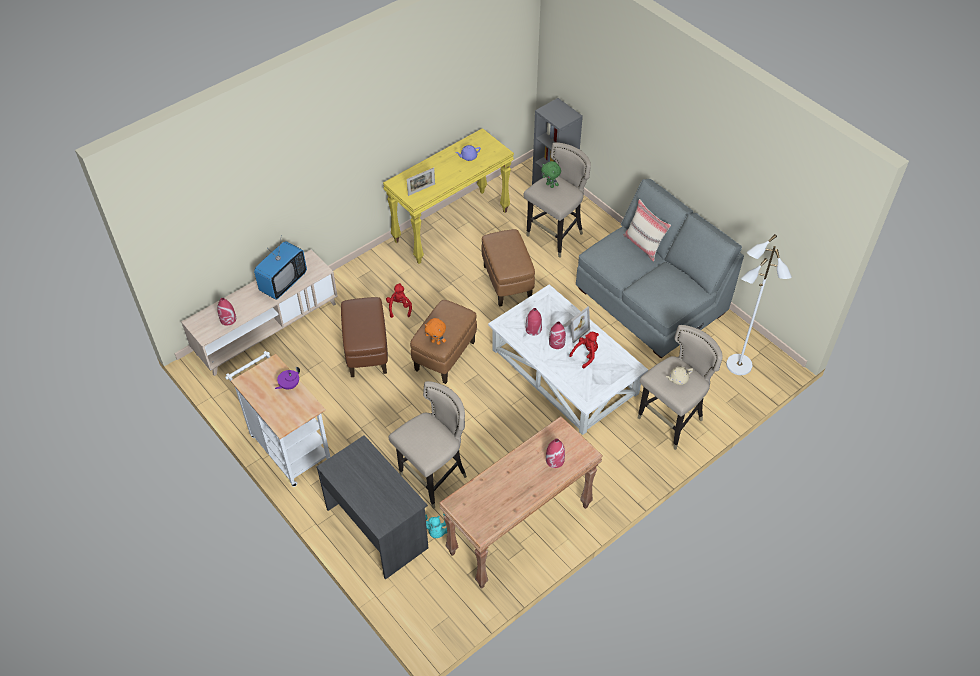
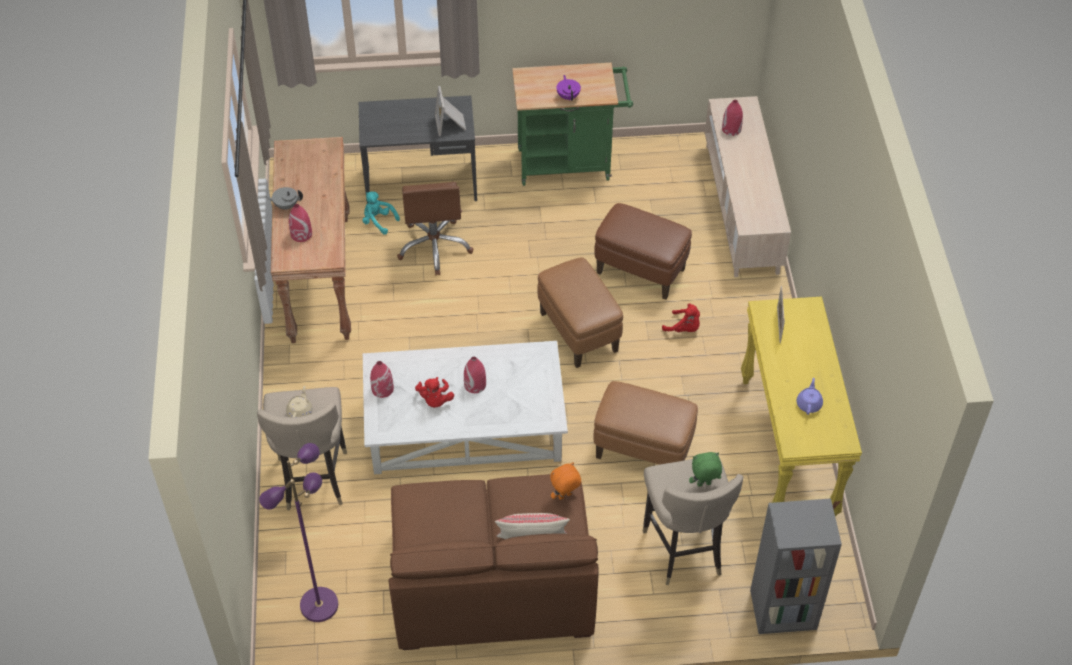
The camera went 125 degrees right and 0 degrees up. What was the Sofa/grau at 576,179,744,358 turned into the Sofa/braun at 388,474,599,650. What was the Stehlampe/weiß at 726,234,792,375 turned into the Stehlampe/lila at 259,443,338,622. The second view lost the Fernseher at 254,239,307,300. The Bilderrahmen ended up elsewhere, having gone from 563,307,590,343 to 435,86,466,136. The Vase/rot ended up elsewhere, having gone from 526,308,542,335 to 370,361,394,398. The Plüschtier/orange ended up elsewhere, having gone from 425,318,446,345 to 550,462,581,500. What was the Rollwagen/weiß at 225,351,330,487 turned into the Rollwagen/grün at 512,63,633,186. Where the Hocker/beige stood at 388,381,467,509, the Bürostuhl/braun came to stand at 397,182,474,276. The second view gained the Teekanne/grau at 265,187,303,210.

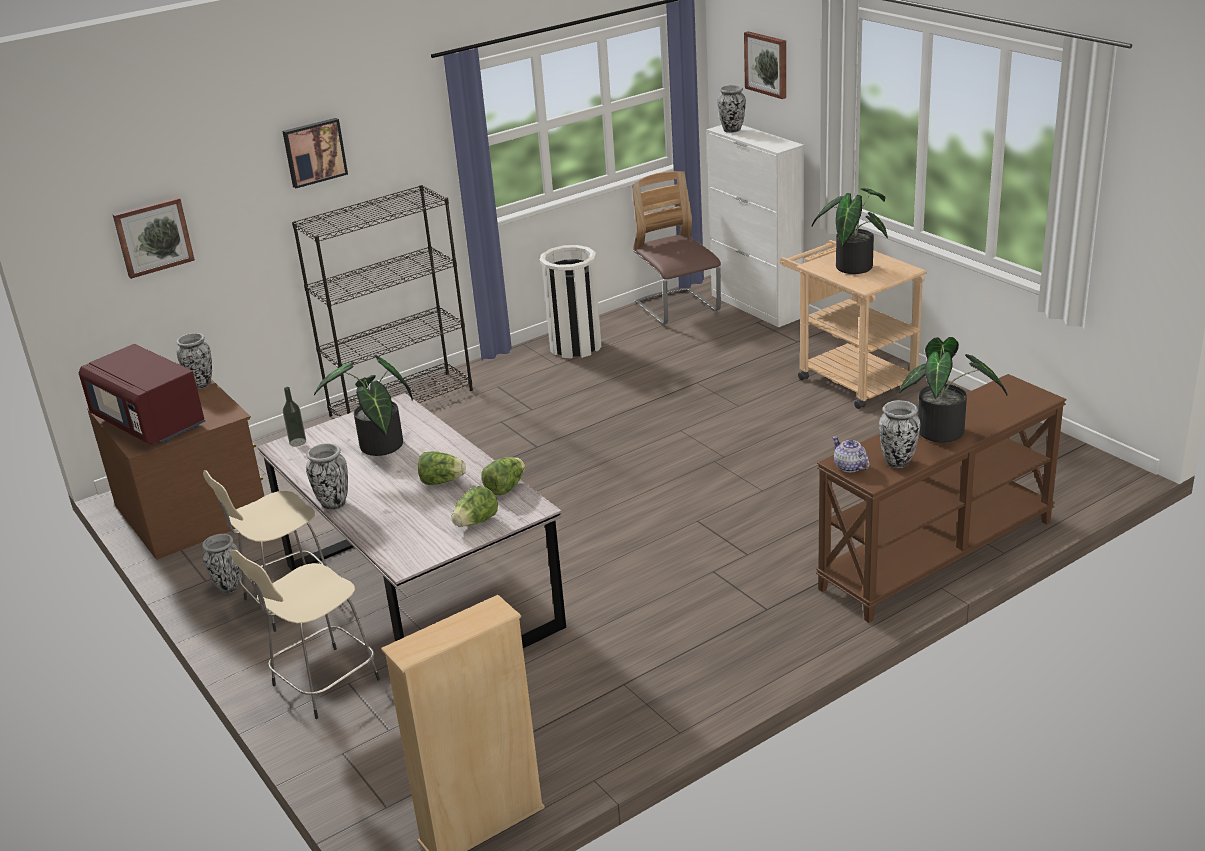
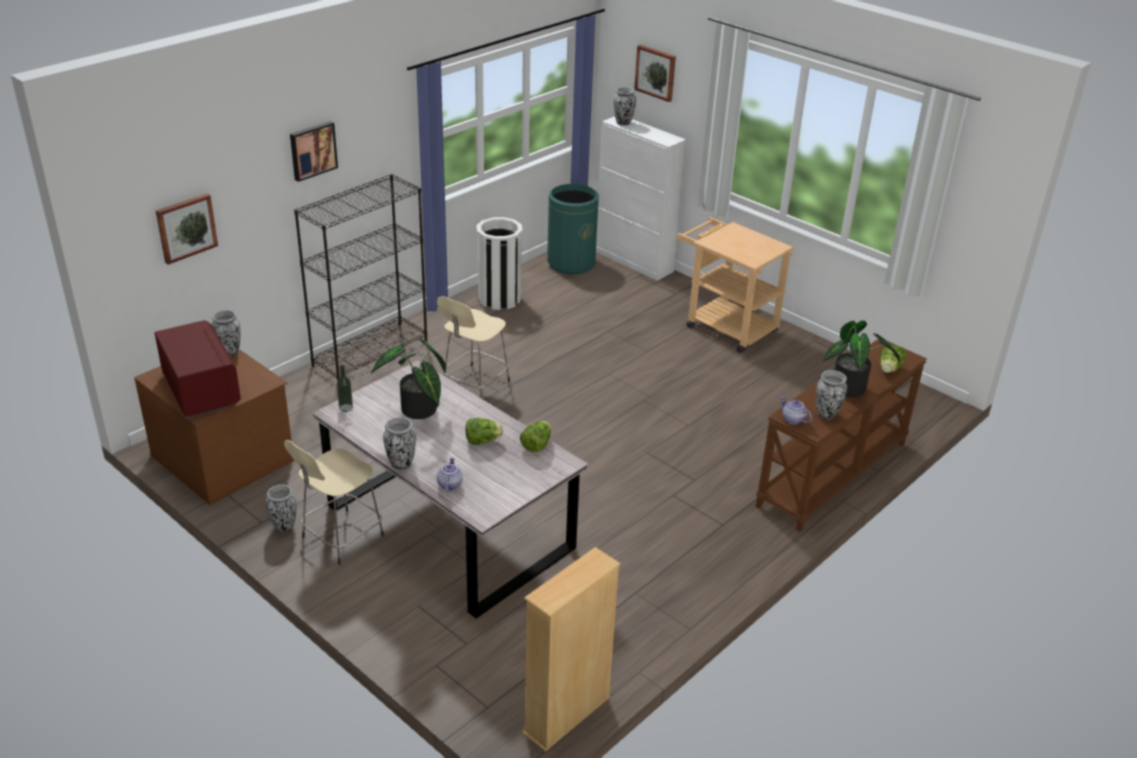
The camera went 15 degrees left and 5 degrees up. Where the Stuhl stood at 632,171,721,324, the Mülleimer/grün came to stand at 547,184,599,274. The second view lost the Topfpflanze at 812,188,888,274. The Mikrowelle/rot at 79,344,205,444 ended up facing another way, 150 degrees counterclockwise from before. The Salatkopf ended up elsewhere, having gone from 452,486,498,527 to 880,345,906,373. The Hocker/beige ended up elsewhere, having gone from 231,550,380,719 to 437,296,510,399. The second view gained the Teekanne at 437,457,463,492.

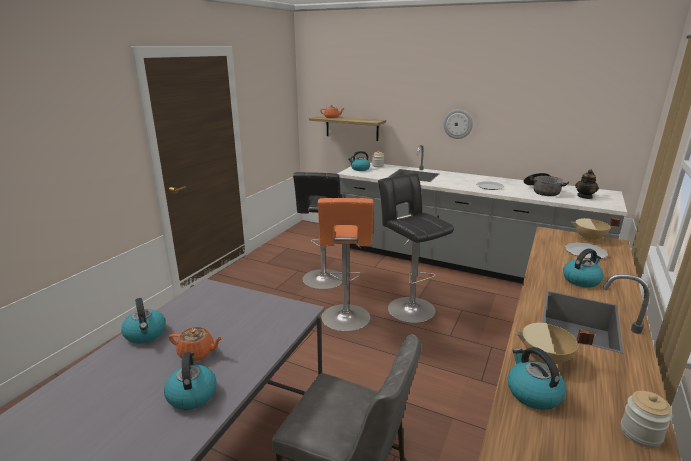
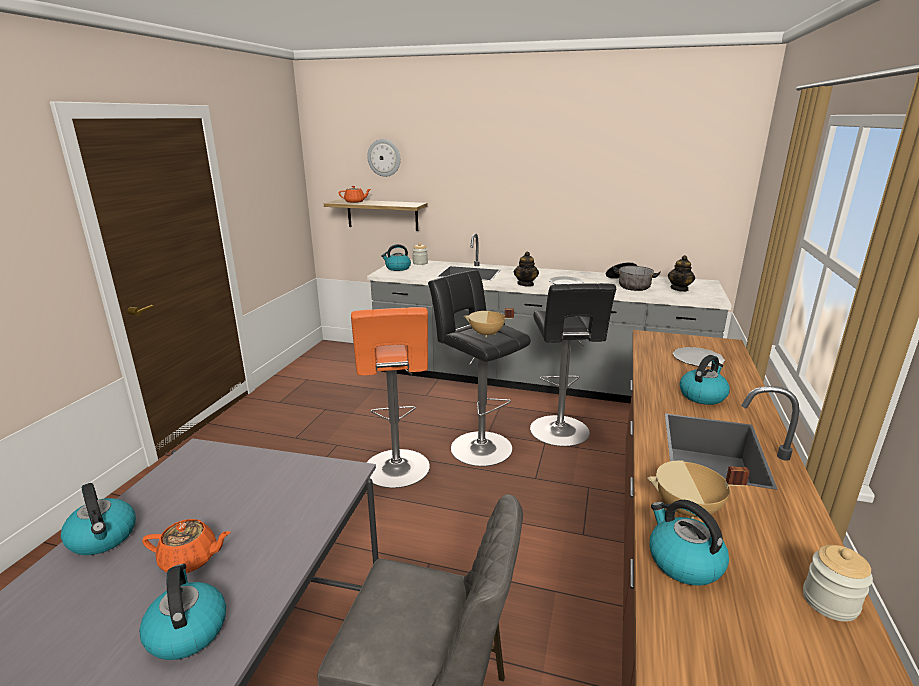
The camera went 10 degrees left and 0 degrees up. The Wanduhr ended up elsewhere, having gone from 444,109,473,139 to 367,139,401,177. The Hocker/schwarz ended up elsewhere, having gone from 293,172,346,289 to 530,283,616,447. The Kochtopf/beige ended up elsewhere, having gone from 571,218,621,242 to 464,308,514,338. The second view gained the Teekanne at 514,251,539,287.

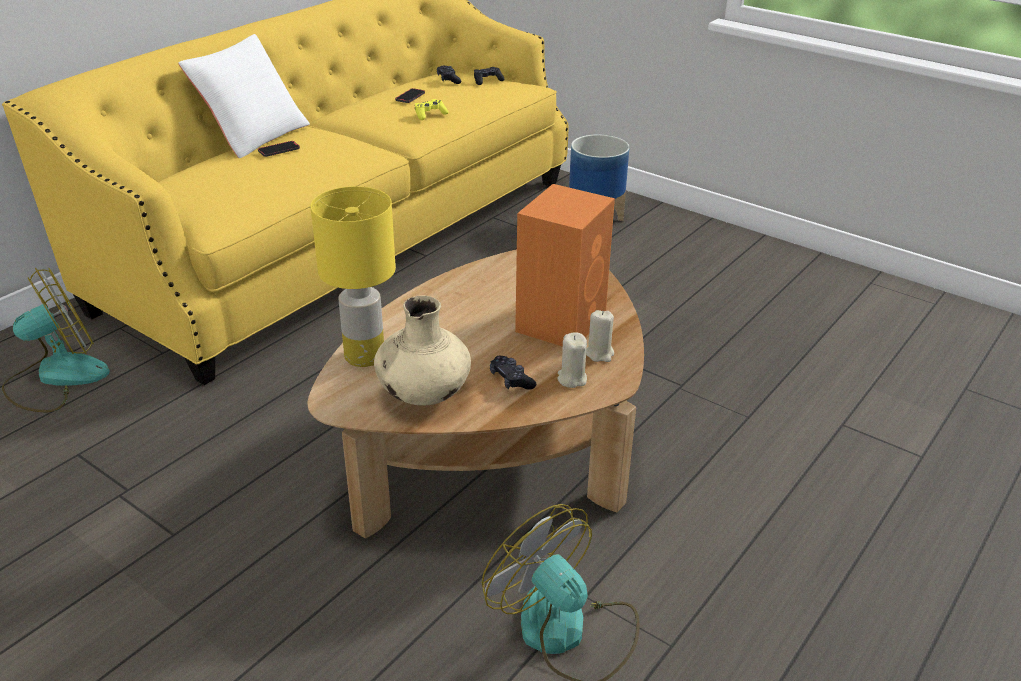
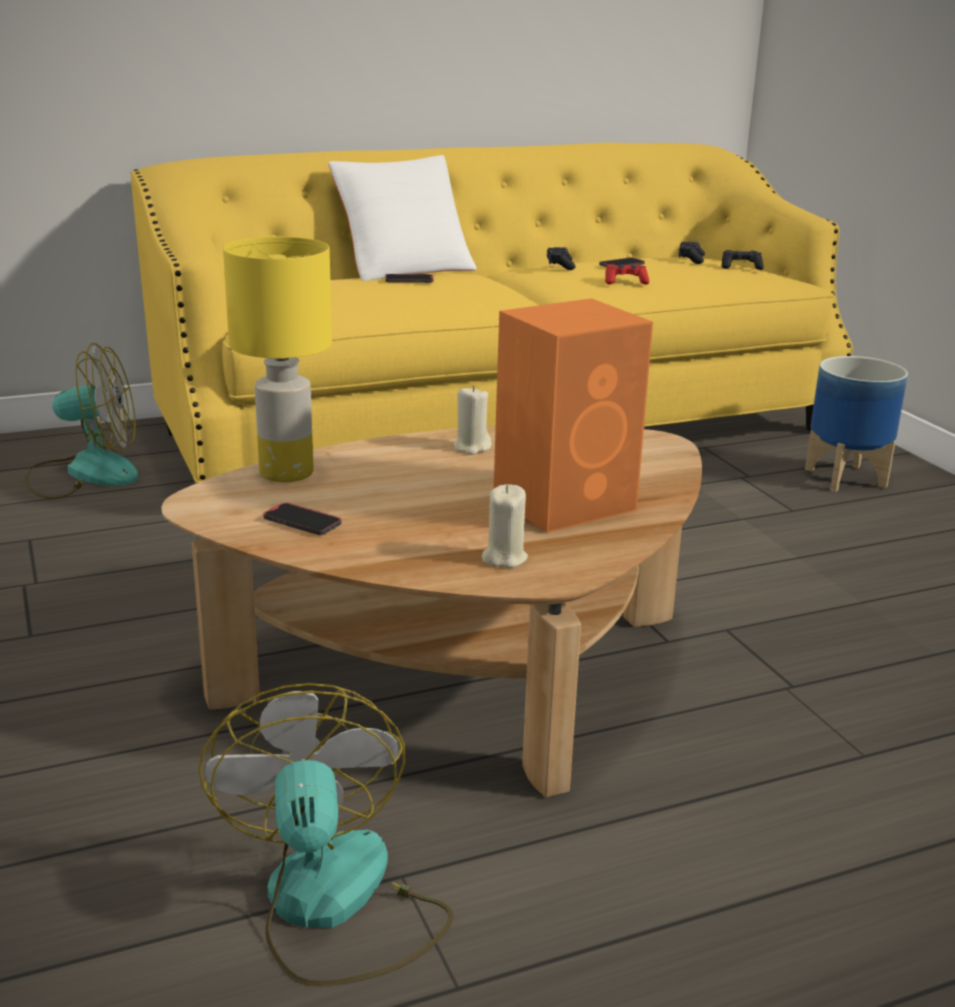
The camera went 30 degrees right and 10 degrees down. What was the Gamepad/gelb at 415,99,448,120 turned into the Gamepad/rot at 605,264,649,284. Where the Vase/beige stood at 374,295,471,405, the Handy came to stand at 263,502,342,535. The Kerze/beige ended up elsewhere, having gone from 586,310,614,362 to 454,386,492,455. The Gamepad/schwarz ended up elsewhere, having gone from 490,356,536,390 to 547,247,576,270.

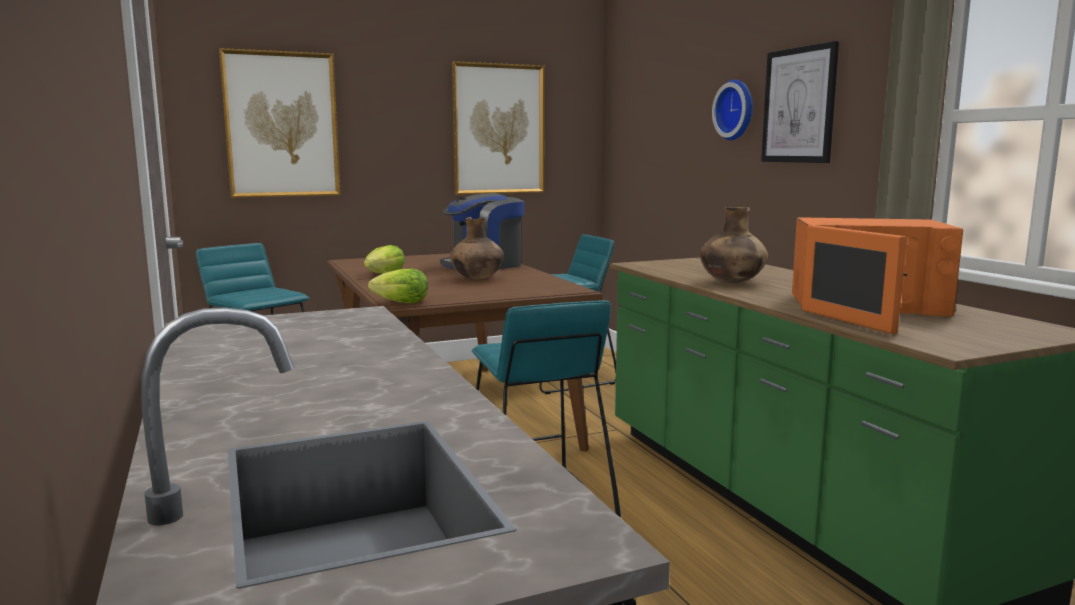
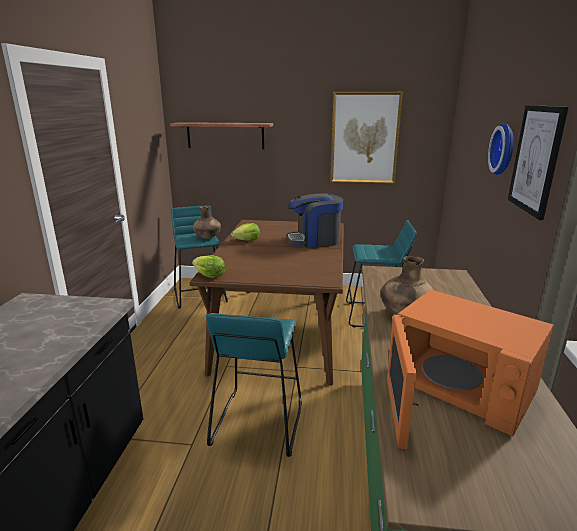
The camera went 30 degrees right and 10 degrees up. Where the Bild hung at 219,48,341,198, the Wandregal came to hang at 170,122,273,149. The Vase/braun ended up elsewhere, having gone from 450,217,504,279 to 193,206,221,239.

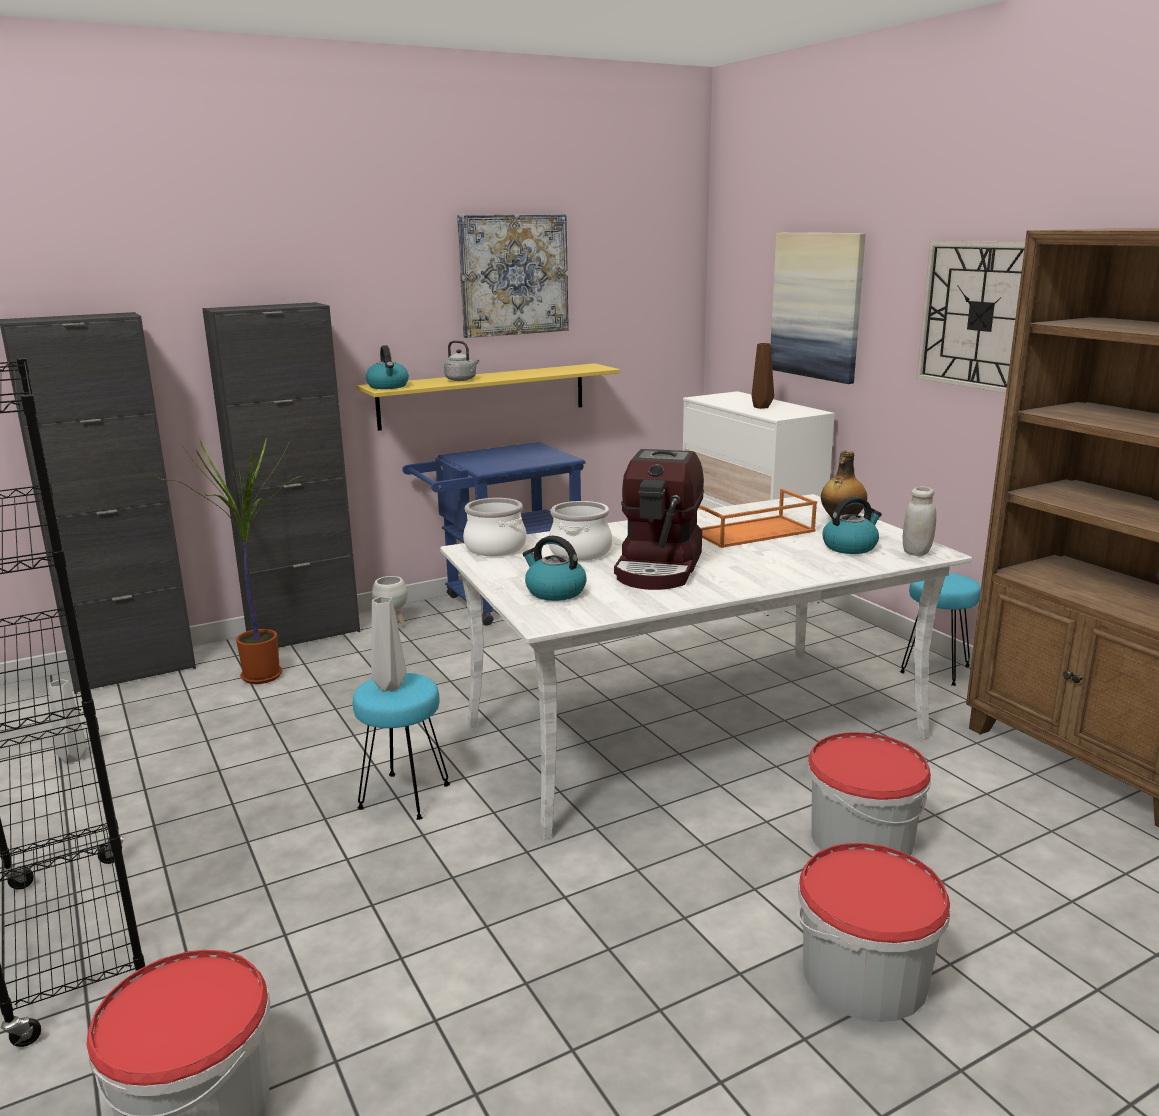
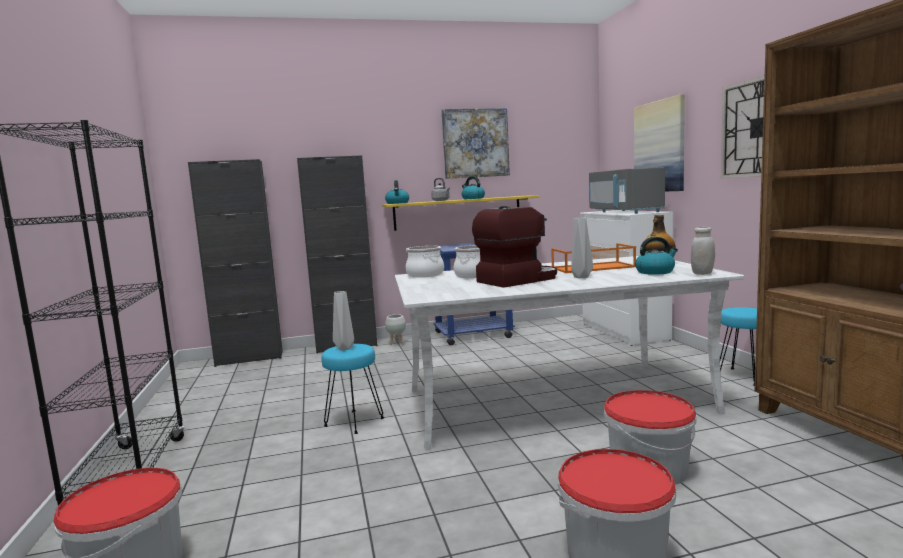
The camera went 15 degrees right and 10 degrees down. Where the Vase/braun stood at 752,343,774,409, the Mikrowelle/grau came to stand at 589,167,665,214. The second view lost the Topfpflanze at 155,437,301,684. The Kaffeemaschine at 614,449,704,590 ended up facing another way, 150 degrees counterclockwise from before. The Wasserkessel ended up elsewhere, having gone from 522,536,587,601 to 462,176,485,199. The Vase/grau ended up elsewhere, having gone from 49,679,87,763 to 571,218,593,278.

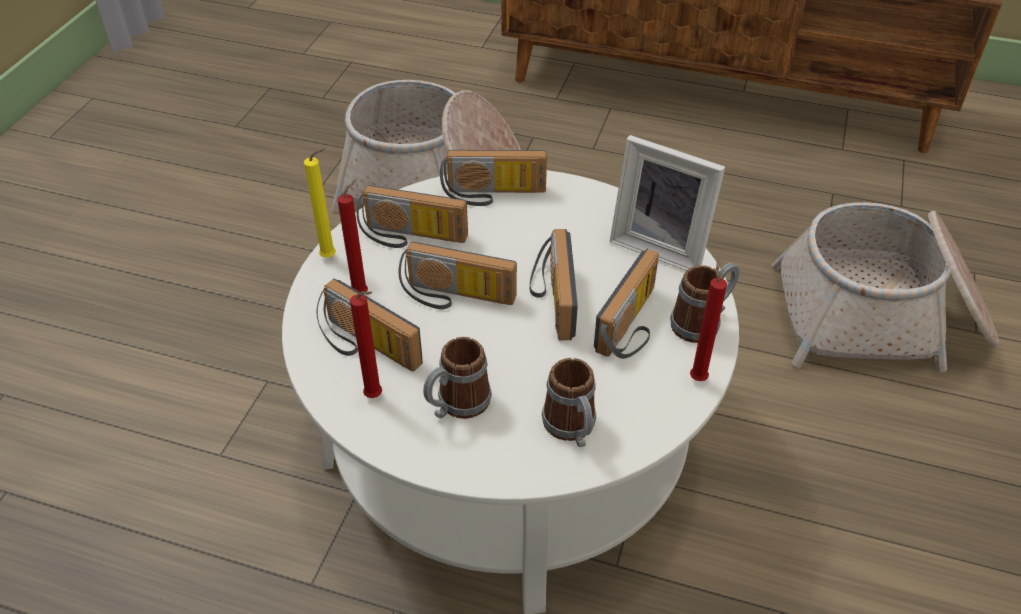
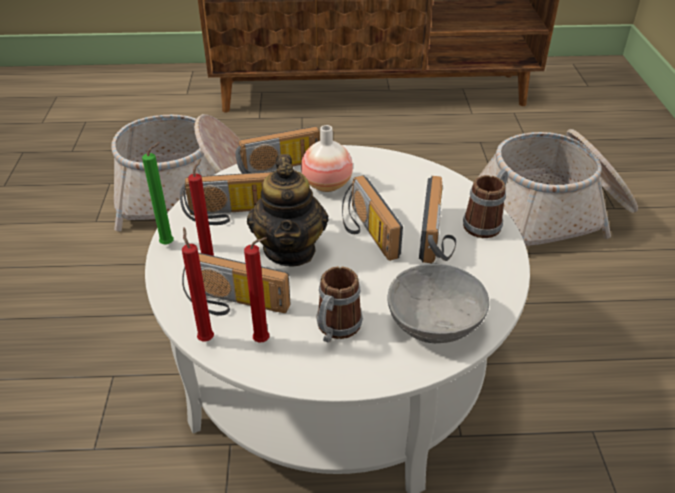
The camera went 20 degrees left and 5 degrees down. The second view lost the Bilderrahmen at 610,135,725,271. What was the Kerze/gelb at 304,148,336,258 turned into the Kerze/grün at 142,142,174,244. Where the Radio stood at 399,242,517,309, the Teekanne came to stand at 247,154,328,267. The Kerze/rot ended up elsewhere, having gone from 690,259,727,381 to 182,227,214,341. Where the Henkelbecher stood at 542,358,596,447, the Schüssel/grau came to stand at 388,264,489,343. The second view gained the Vase at 301,125,353,192.

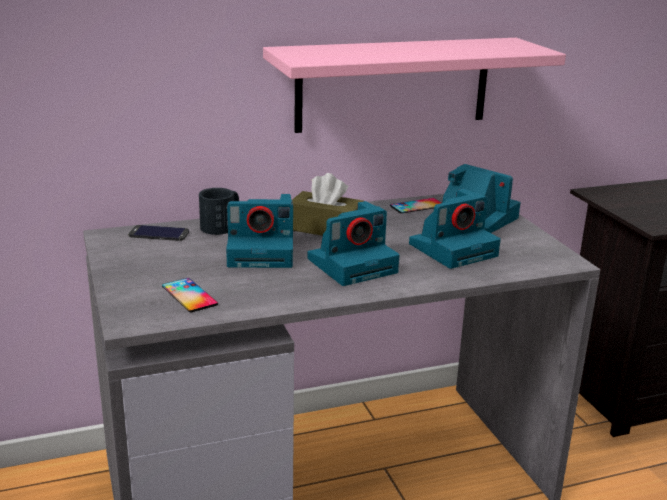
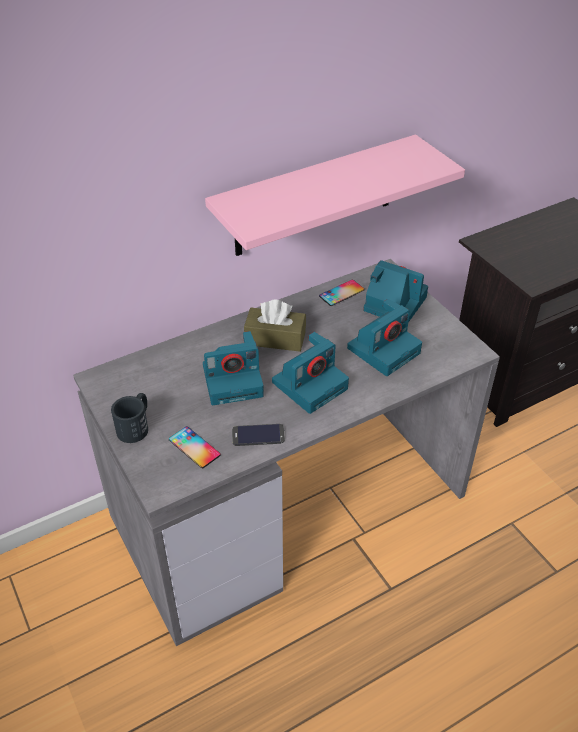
The camera went 10 degrees left and 20 degrees up. The Henkelbecher/schwarz ended up elsewhere, having gone from 199,188,239,235 to 111,393,148,443. The Handy ended up elsewhere, having gone from 128,225,189,241 to 232,424,285,446.

